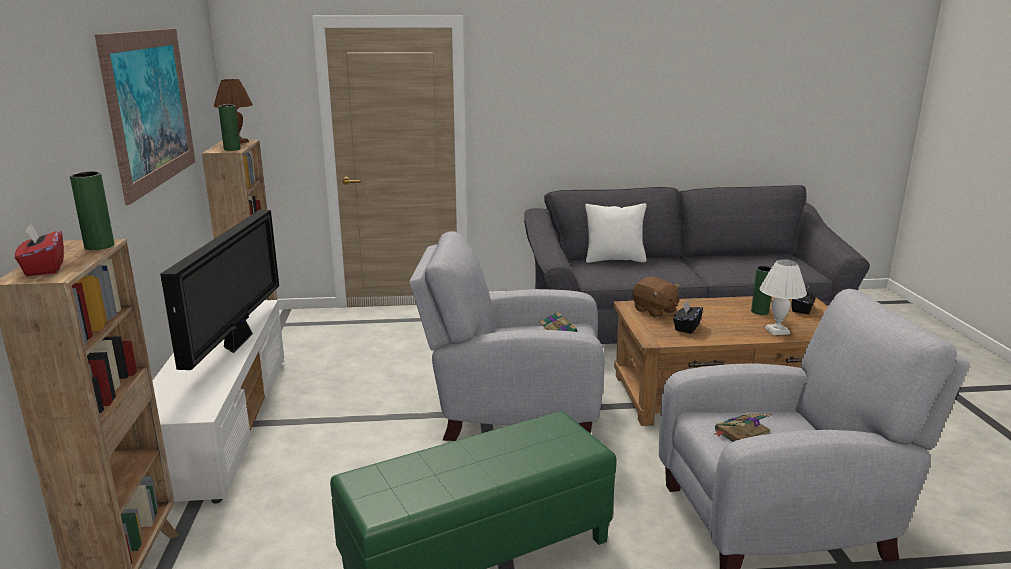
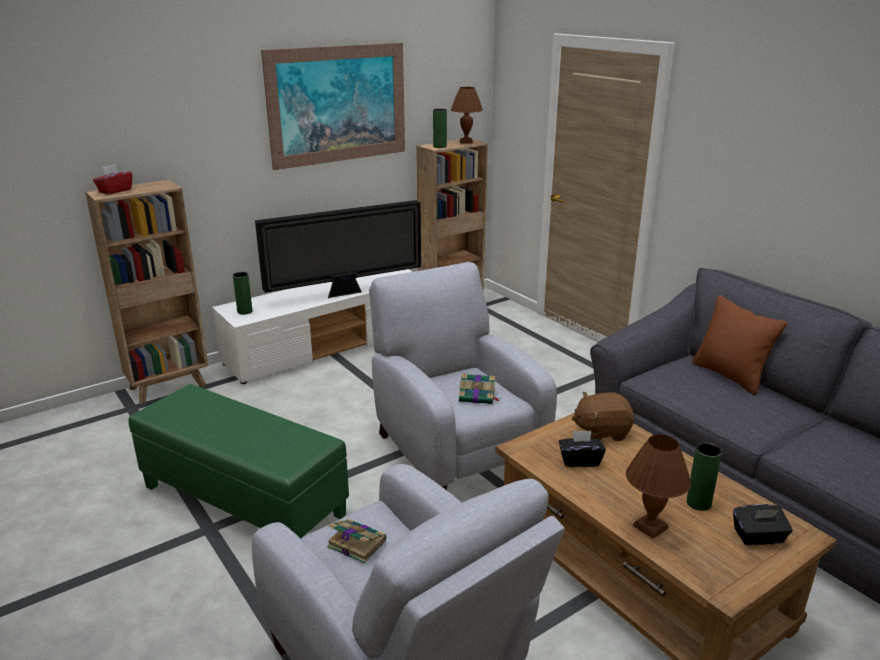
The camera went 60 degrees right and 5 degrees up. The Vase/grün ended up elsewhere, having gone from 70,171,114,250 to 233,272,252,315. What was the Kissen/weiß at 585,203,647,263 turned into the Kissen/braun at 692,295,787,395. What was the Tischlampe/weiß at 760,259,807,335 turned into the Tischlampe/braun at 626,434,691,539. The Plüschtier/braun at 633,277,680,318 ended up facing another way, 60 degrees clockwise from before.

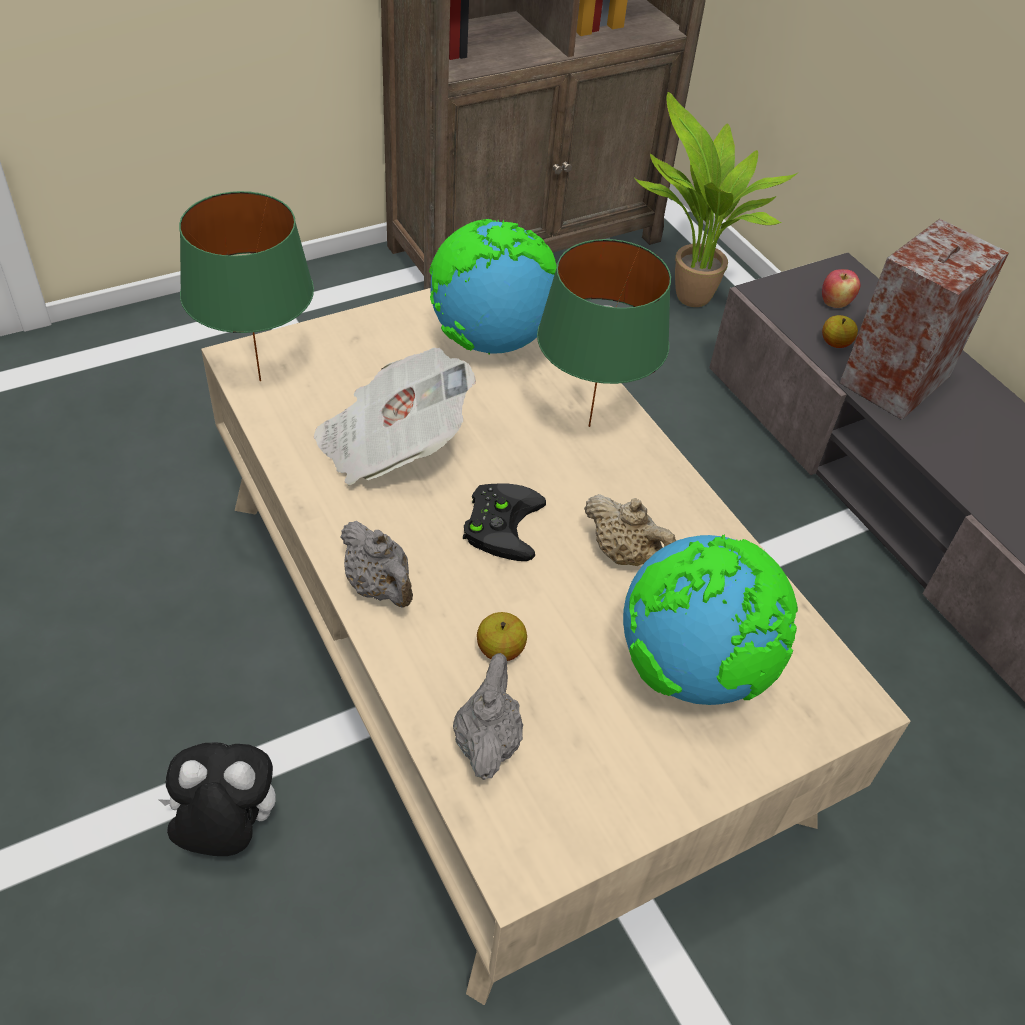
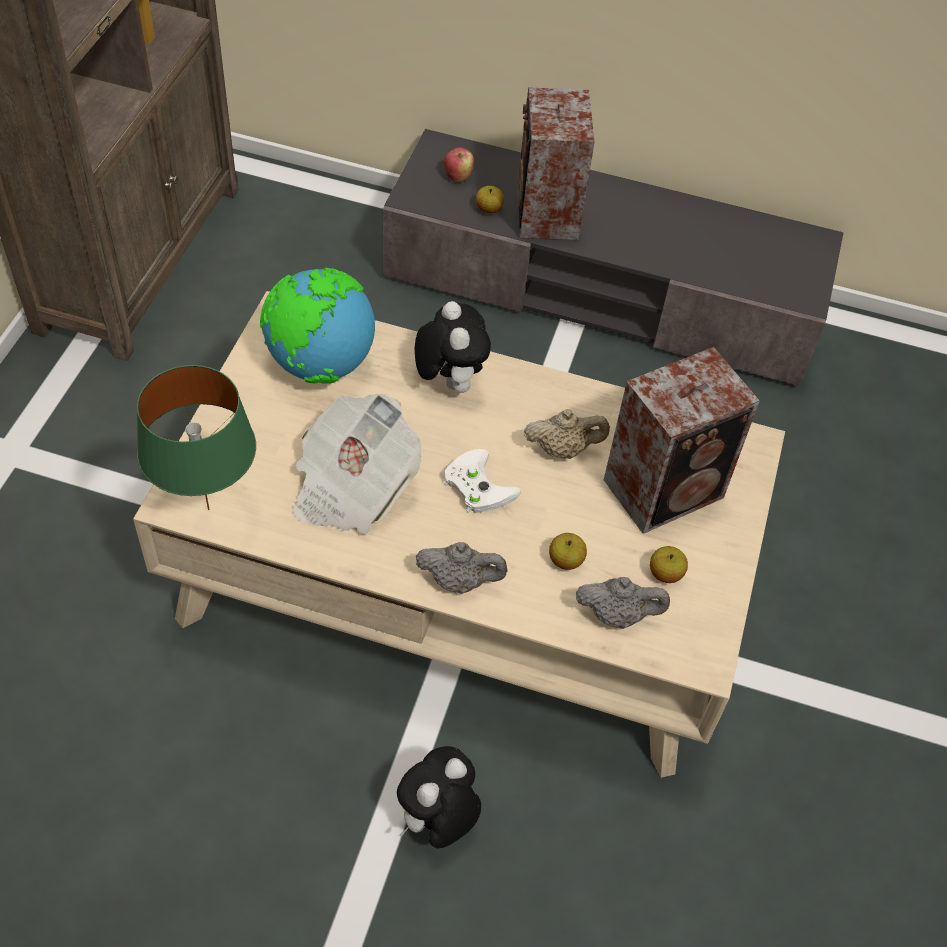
The camera went 45 degrees left and 5 degrees up. The second view lost the Topfpflanze at 635,92,797,307. Where the Tischlampe/grün stood at 537,239,671,427, the Plüschtier came to stand at 415,301,491,393. What was the Gamepad/schwarz at 463,483,546,561 turned into the Gamepad/weiß at 444,449,521,513. Where the Globus stood at 623,534,798,705, the Lautsprecher came to stand at 604,347,760,534. The Teekanne/grau at 453,653,523,780 ended up facing another way, 135 degrees clockwise from before. The second view gained the Apfel at 650,546,688,583.

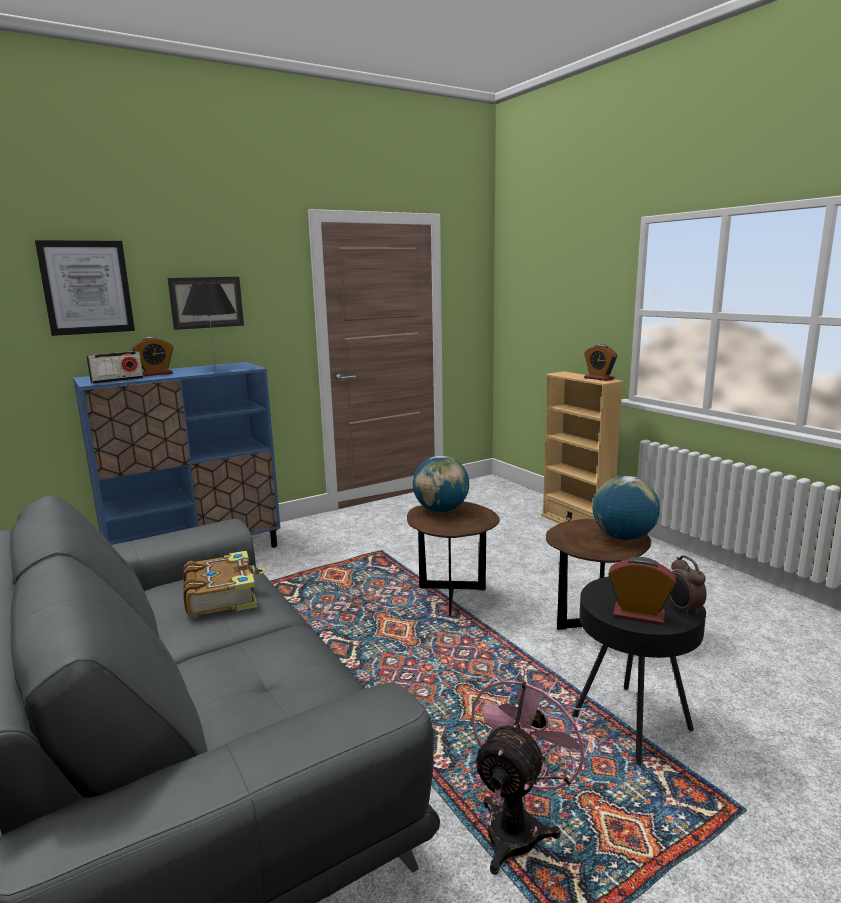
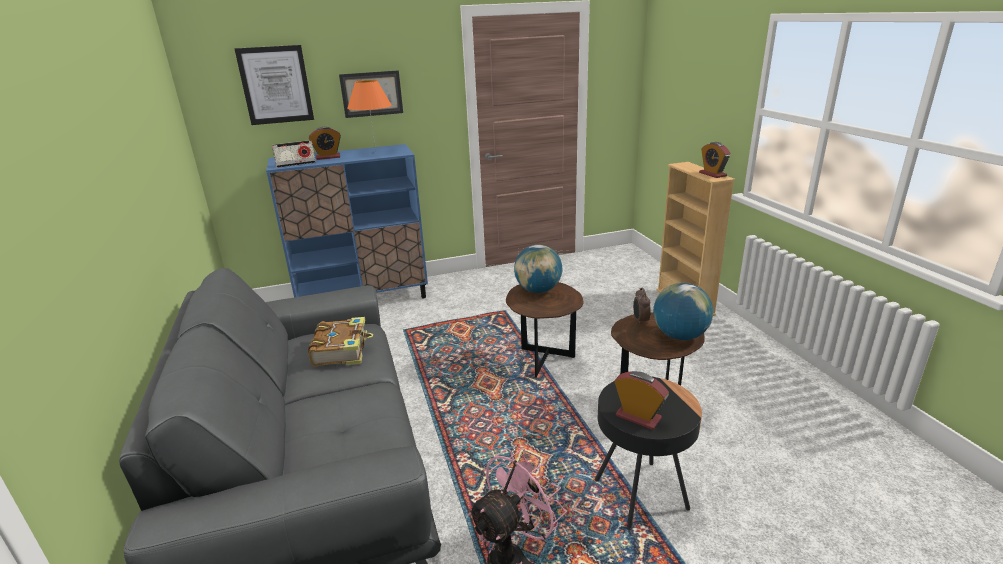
The camera went 15 degrees right and 10 degrees up. What was the Tischlampe/schwarz at 182,283,237,369 turned into the Tischlampe/orange at 347,80,392,152. The Wecker ended up elsewhere, having gone from 669,555,707,616 to 633,288,651,325.

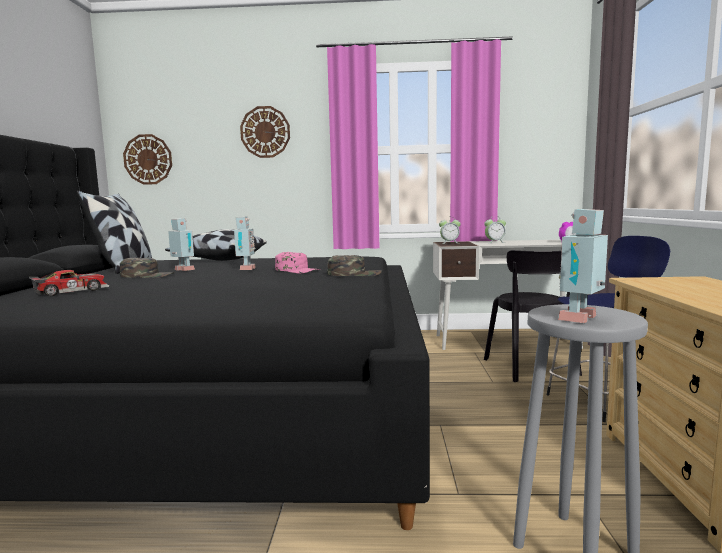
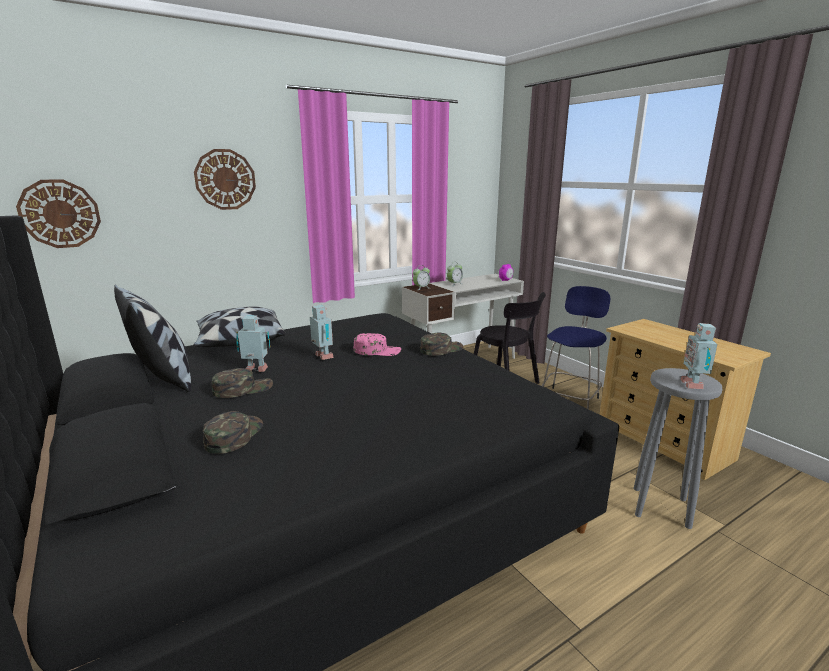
The camera went 35 degrees left and 10 degrees up. Where the Spielzeugauto stood at 29,270,109,296, the Kappe/grün came to stand at 203,411,263,454.

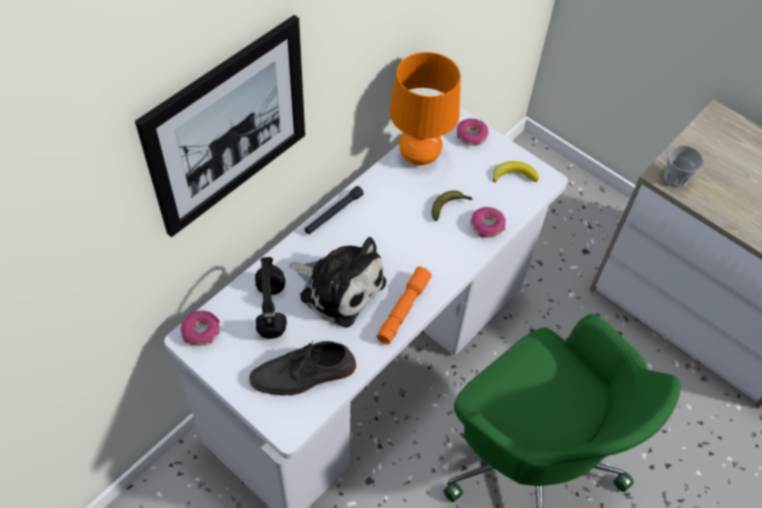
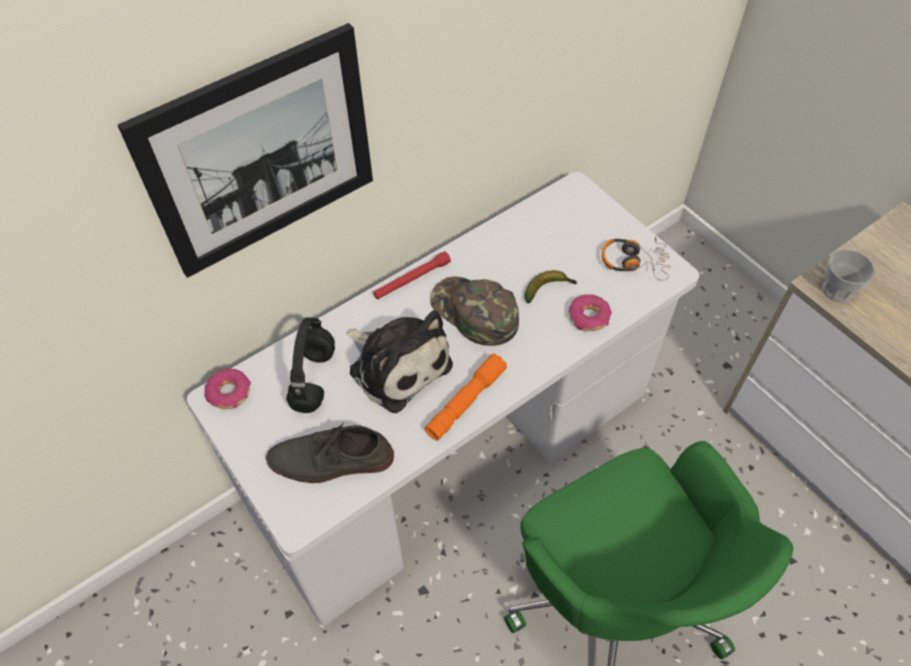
The camera went 15 degrees right and 0 degrees up. The second view lost the Tischlampe/orange at 389,52,461,165. The second view lost the Donut at 457,118,488,146. Where the Banane stood at 493,161,539,182, the Kopfhörer came to stand at 602,236,671,281. What was the Taschenlampe/schwarz at 305,186,364,234 turned into the Taschenlampe/rot at 373,251,451,299. The second view gained the Kappe/grün at 430,276,519,346.

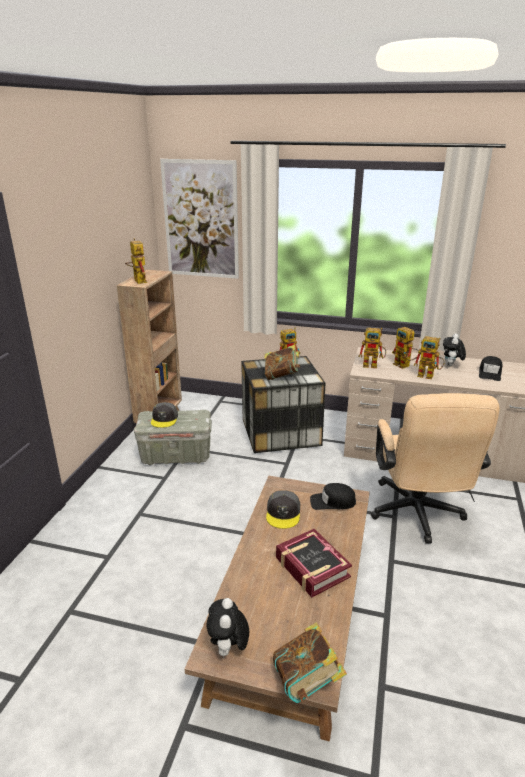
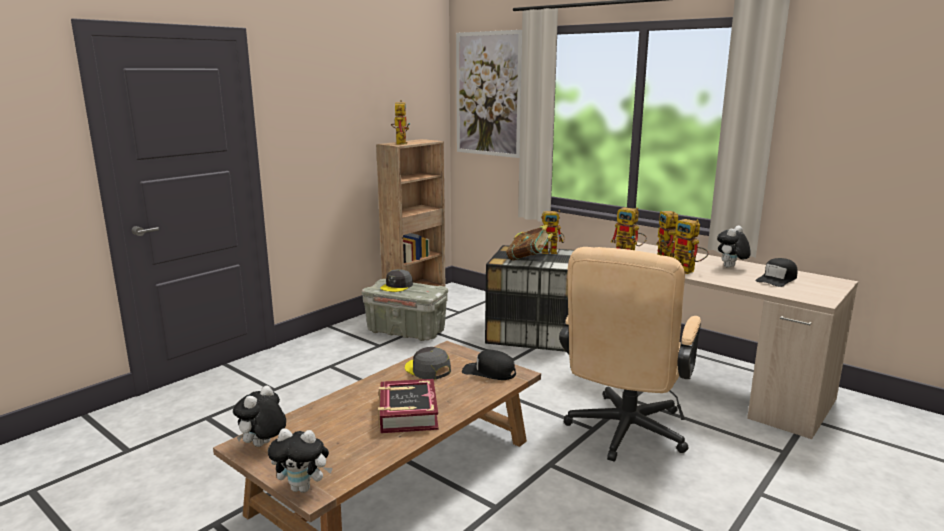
The camera went 25 degrees right and 10 degrees down. The Kappe/grau at 266,490,300,529 ended up facing another way, 105 degrees clockwise from before. Where the Buch stood at 273,622,347,703, the Plüschtier came to stand at 268,429,333,493.

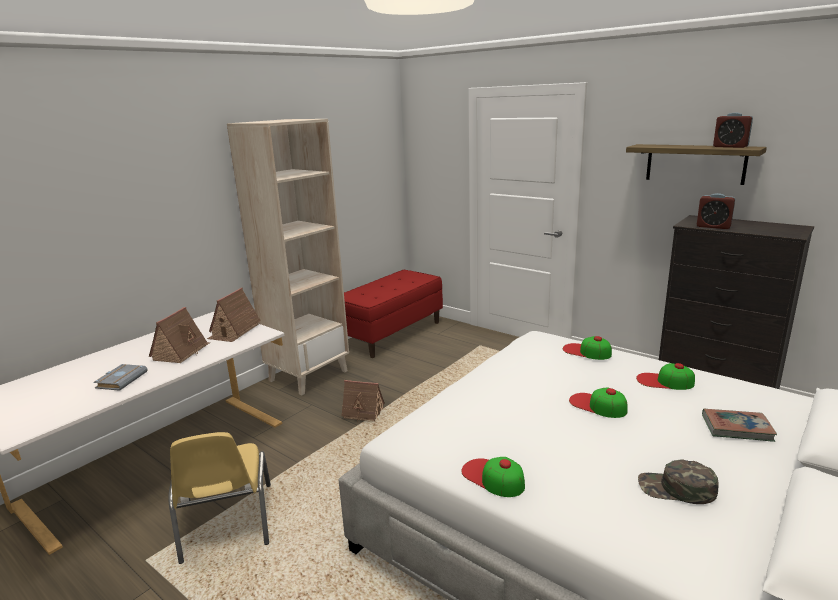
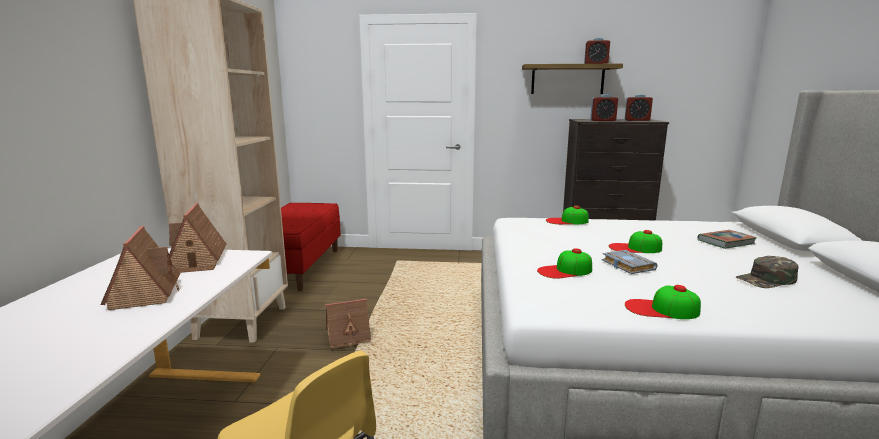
The camera went 35 degrees left and 5 degrees down. The Kappe ended up elsewhere, having gone from 636,363,695,390 to 537,248,592,279. The Buch/grau ended up elsewhere, having gone from 93,364,148,391 to 602,250,658,274. The second view gained the Wecker at 625,94,653,121.

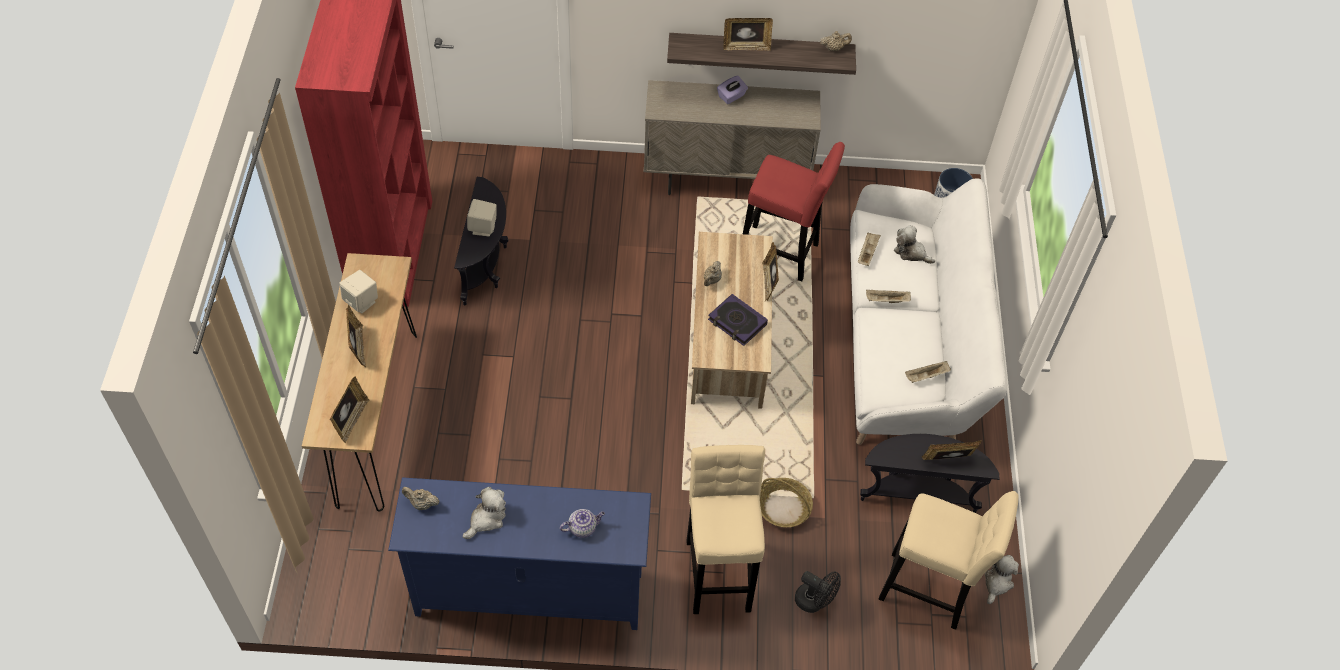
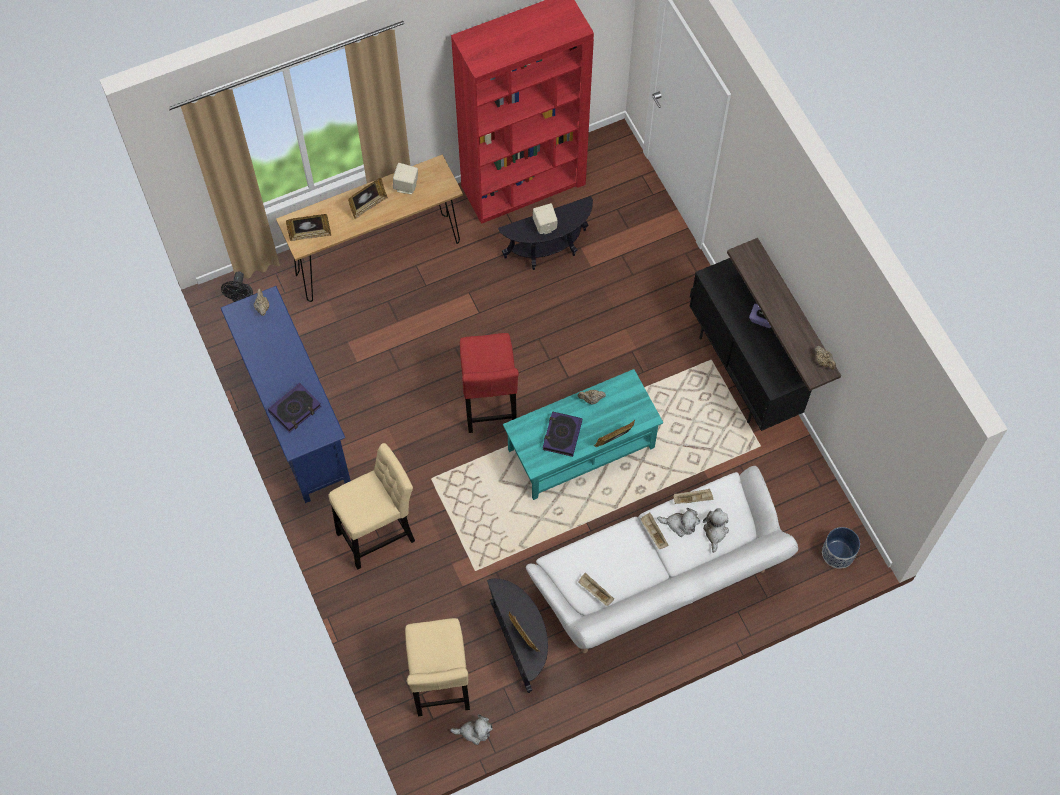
The camera went 65 degrees right and 10 degrees up. The second view lost the Bilderrahmen at 723,18,773,51. What was the Schrank/beige at 644,80,821,195 turned into the Schrank/schwarz at 689,258,812,431. The Hocker/rot ended up elsewhere, having gone from 743,142,845,281 to 460,333,519,433. What was the Couchtisch/beige at 691,232,773,409 turned into the Couchtisch/türkis at 503,369,663,500. The second view lost the Korb at 760,478,813,528. The Plüschtier ended up elsewhere, having gone from 463,487,506,539 to 657,508,700,537. Where the Teekanne stood at 560,509,605,538, the Buch came to stand at 268,383,321,433. The Ventilator/schwarz ended up elsewhere, having gone from 795,571,841,613 to 221,272,253,302.

